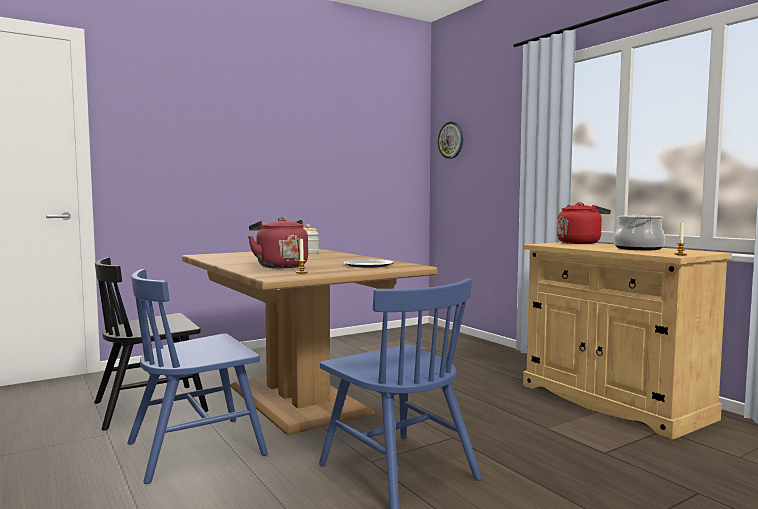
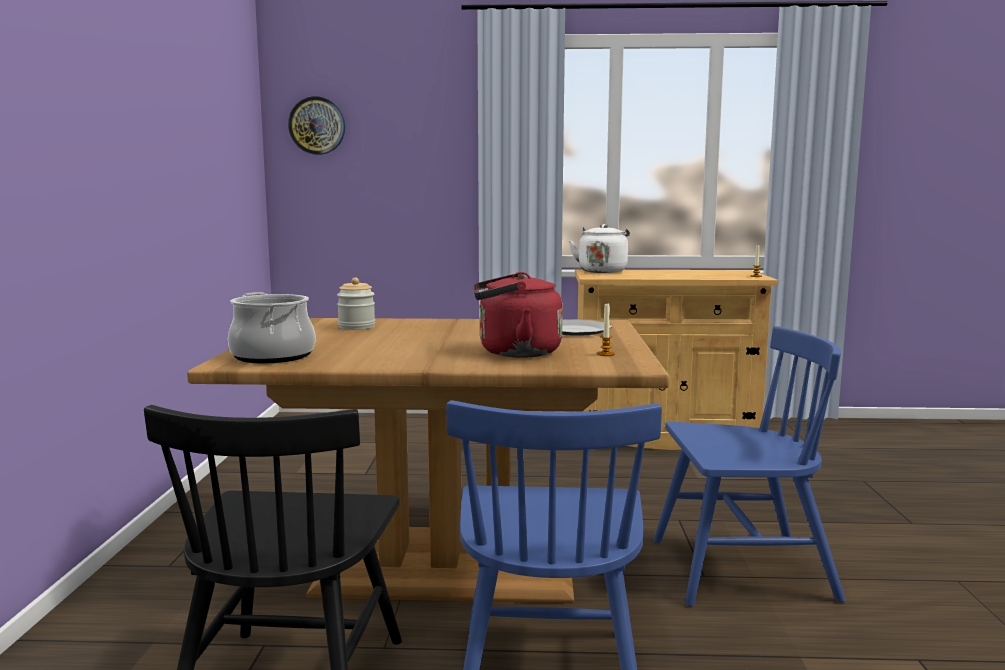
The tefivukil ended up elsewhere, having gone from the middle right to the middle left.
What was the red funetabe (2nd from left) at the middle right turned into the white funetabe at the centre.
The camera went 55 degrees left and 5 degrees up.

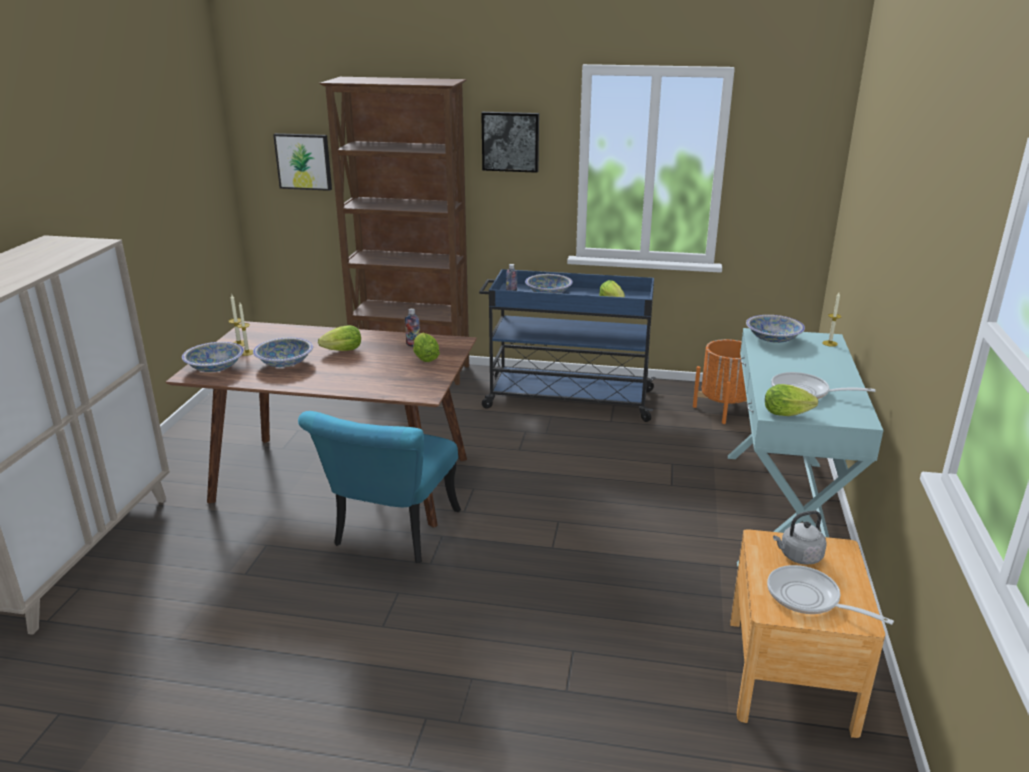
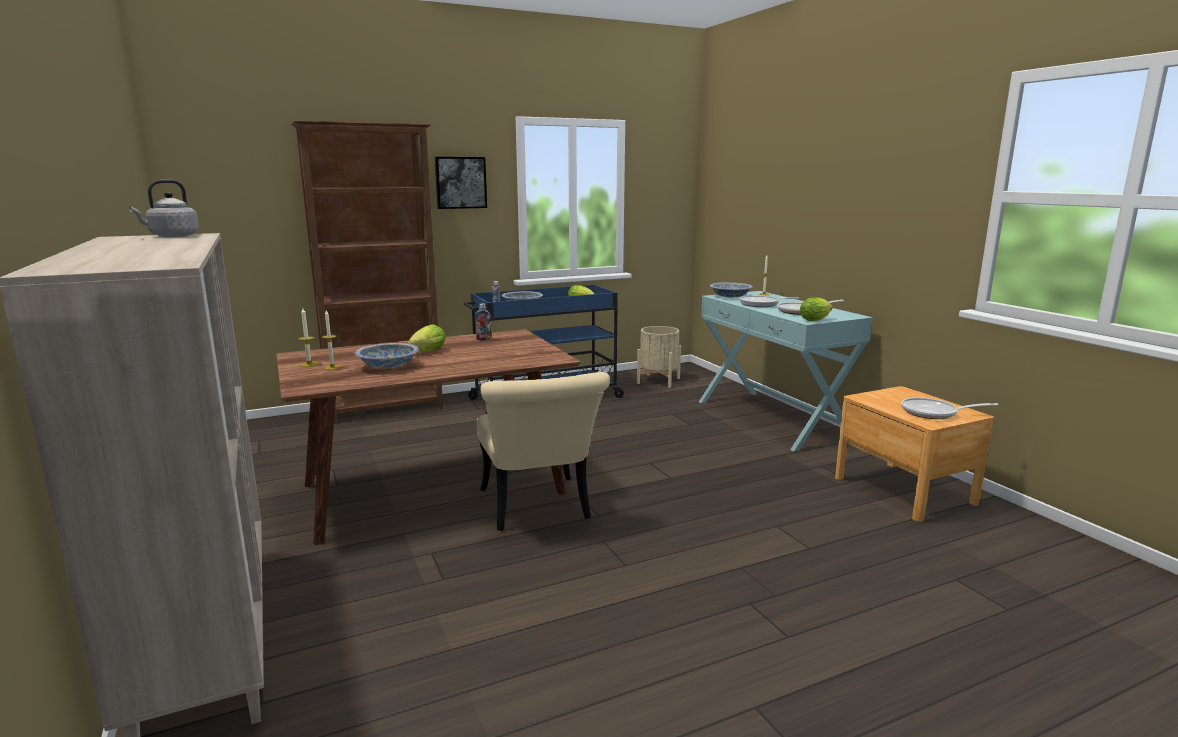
The grey funetabe ended up elsewhere, having gone from the bottom right to the top left.
What was the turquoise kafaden at the centre turned into the beige kafaden at the centre.
What was the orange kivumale at the middle right turned into the beige kivumale at the centre.
The second view gained the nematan (1st from left) at the centre.
The second view lost the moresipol (1st from left) at the middle left.
The second view lost the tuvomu (1st from left) at the top left.
The second view lost the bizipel (2nd from left) at the centre.
The camera went 35 degrees left and 10 degrees down.

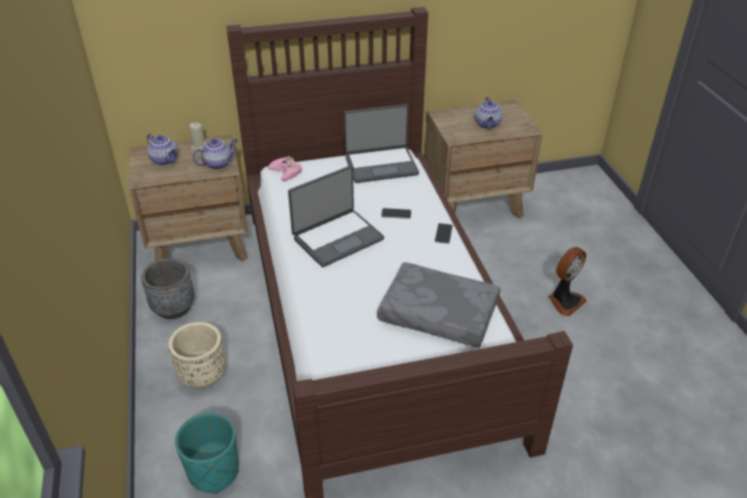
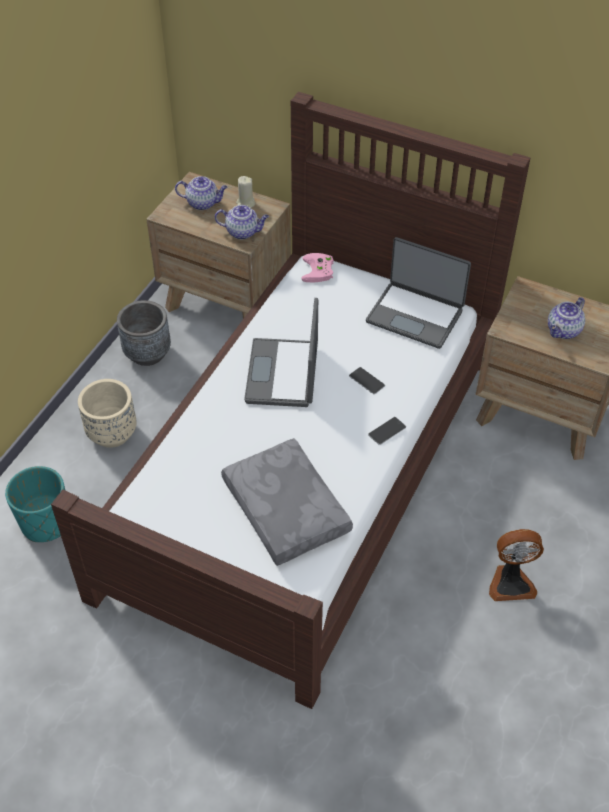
The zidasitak (1st from left) at the top left ended up facing another way, 75 degrees counterclockwise from before.
The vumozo (1st from left) at the centre ended up facing another way, 90 degrees clockwise from before.
The camera went 40 degrees right and 10 degrees up.

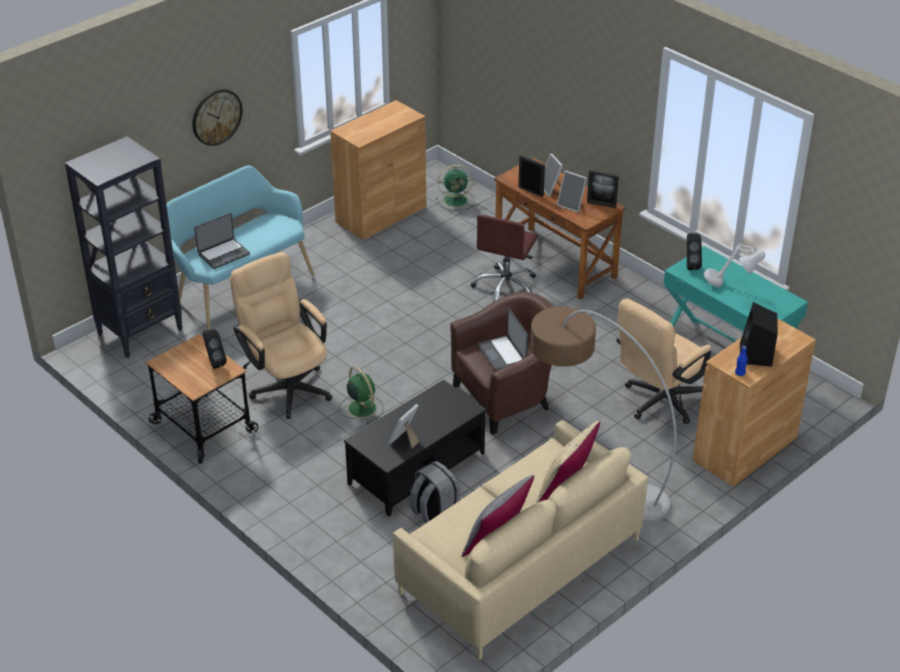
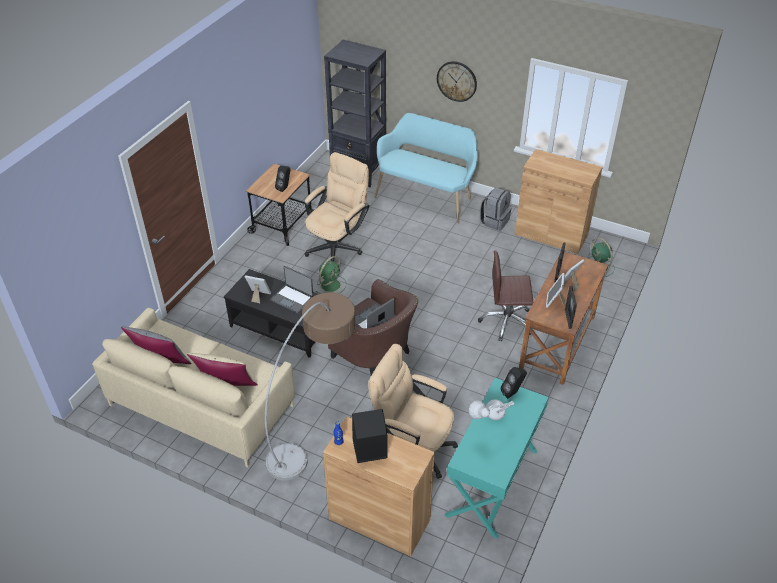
The vumozo (1st from left) ended up elsewhere, having gone from the middle left to the centre.
The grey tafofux ended up elsewhere, having gone from the bottom centre to the centre.
The camera went 70 degrees right and 5 degrees up.

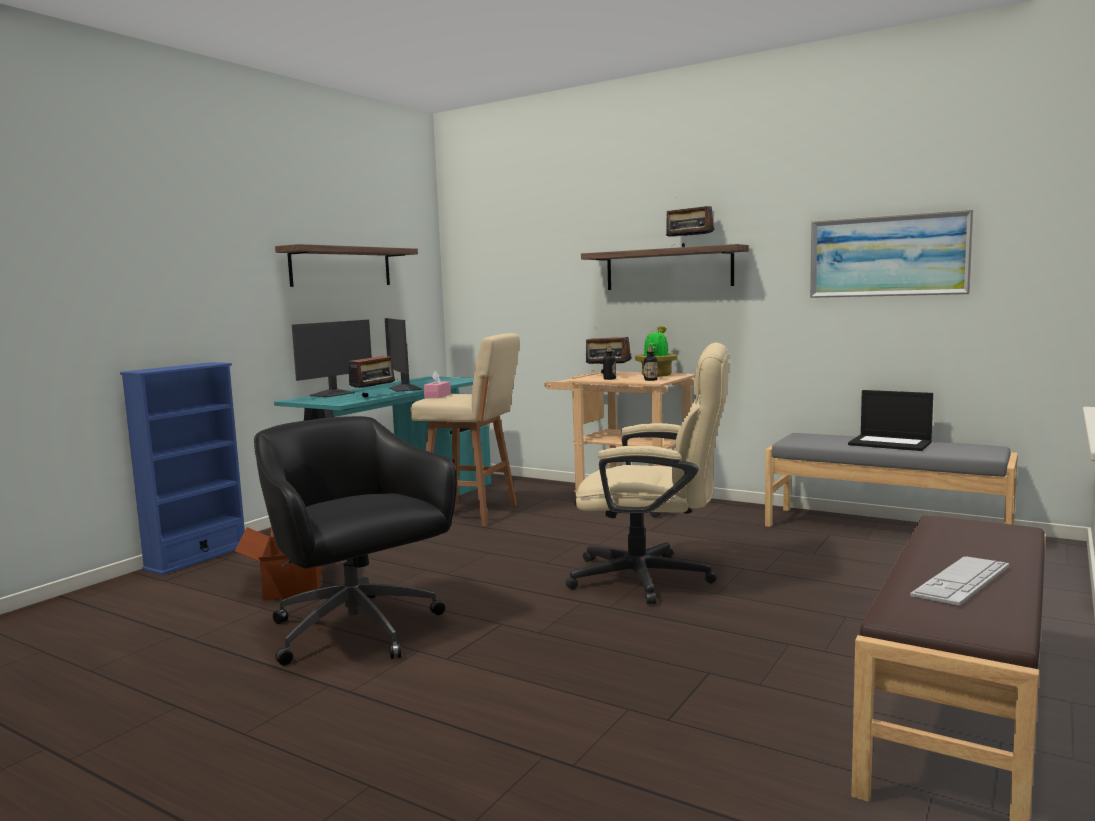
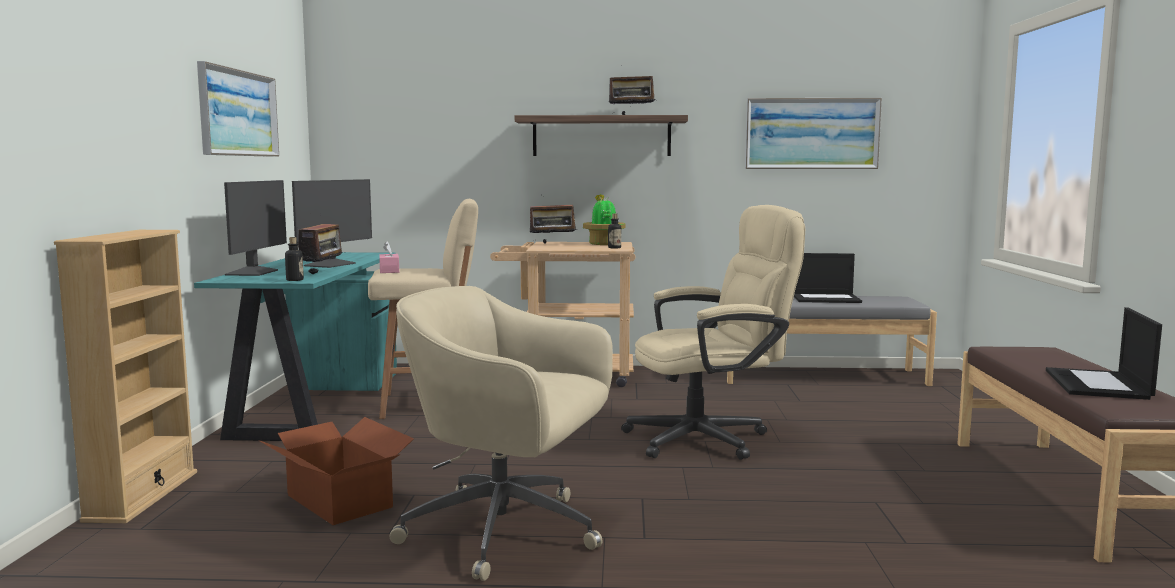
What was the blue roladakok at the middle left turned into the beige roladakok at the middle left.
Where the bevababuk (1st from left) hung at the top left, the tuvomu (1st from left) came to hang at the top left.
The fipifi (1st from left) ended up elsewhere, having gone from the centre to the middle left.
The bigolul (2nd from left) at the centre ended up facing another way, 105 degrees counterclockwise from before.
What was the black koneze at the middle left turned into the beige koneze (1st from left) at the bottom centre.
Where the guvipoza stood at the bottom right, the vumozo (2nd from left) came to stand at the middle right.
The camera went 30 degrees left and 0 degrees up.

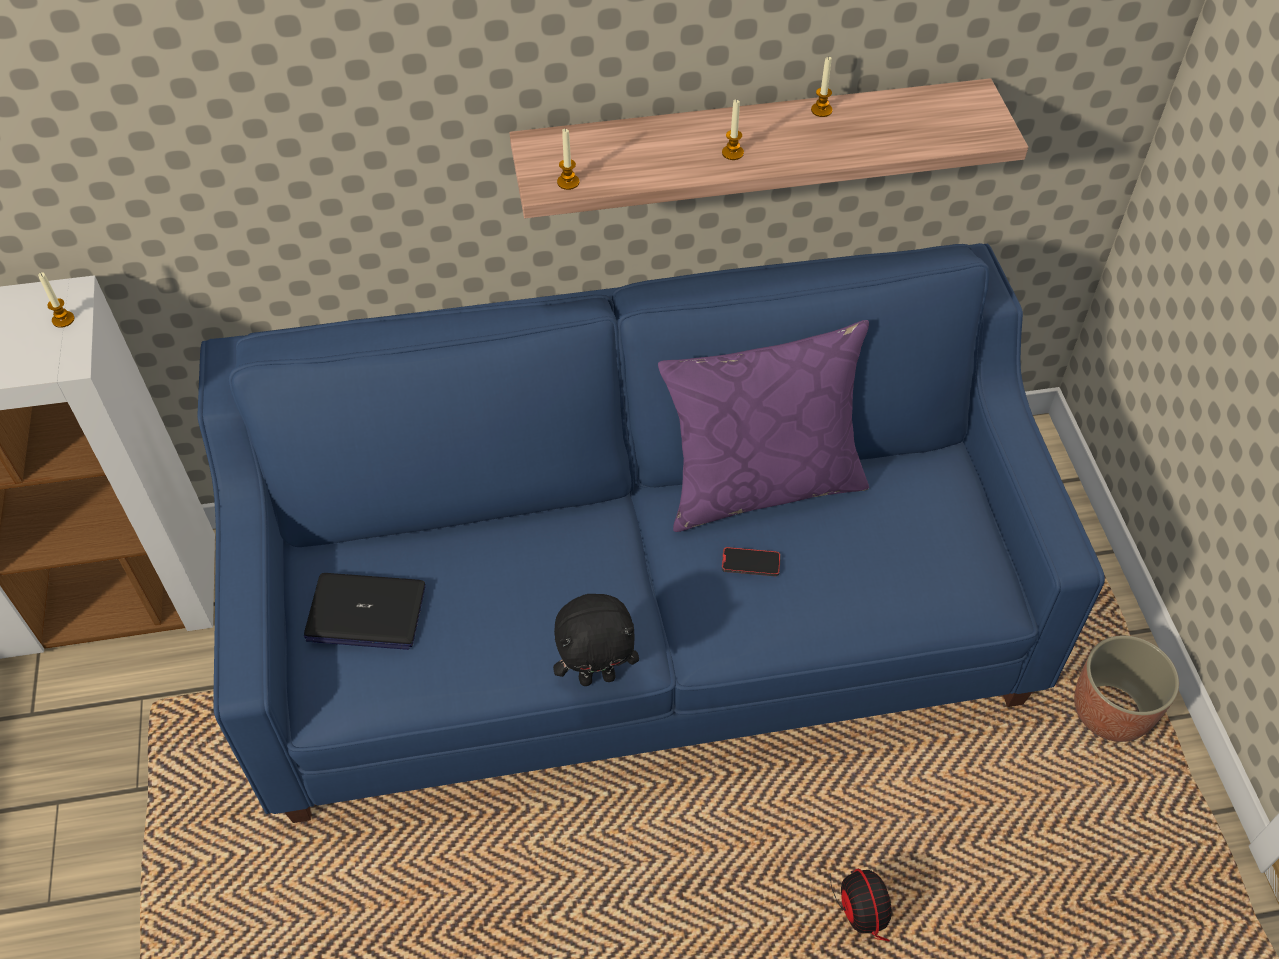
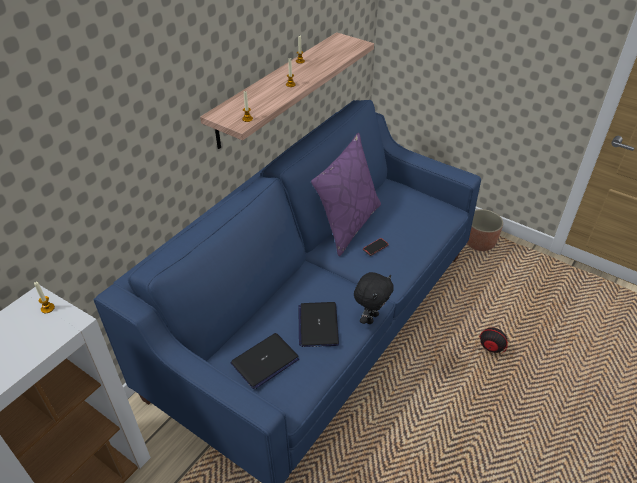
The second view gained the vumozo (2nd from left) at the bottom centre.
The camera went 45 degrees left and 10 degrees down.

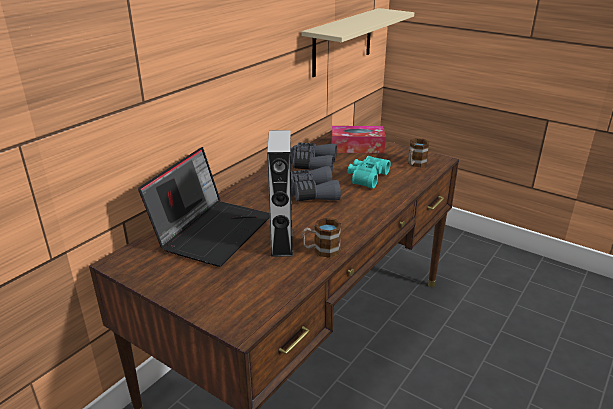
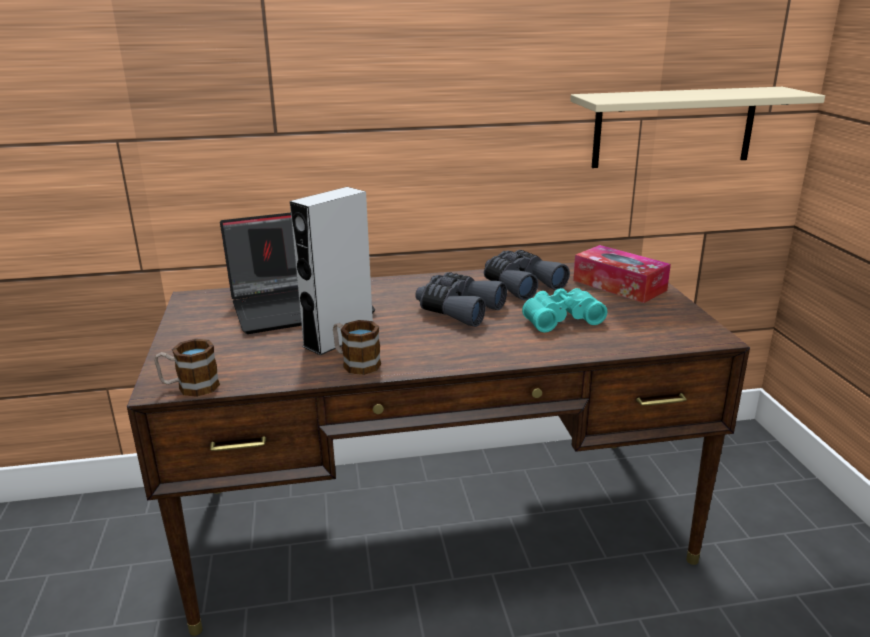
The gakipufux (2nd from left in the first image) ended up elsewhere, having gone from the middle right to the middle left.
The camera went 45 degrees right and 5 degrees down.

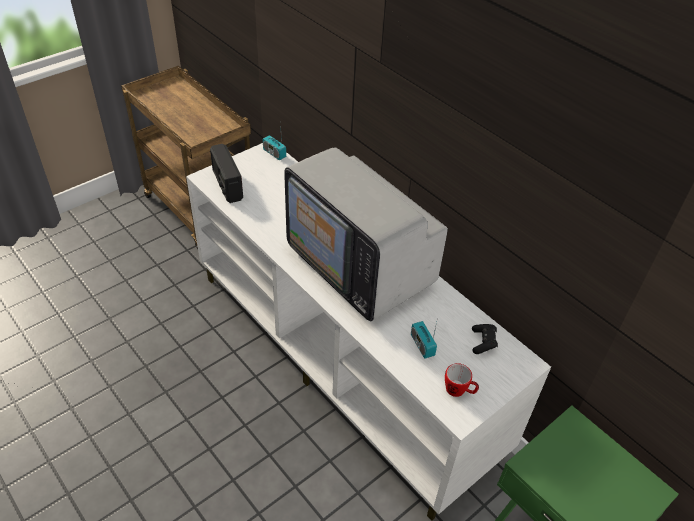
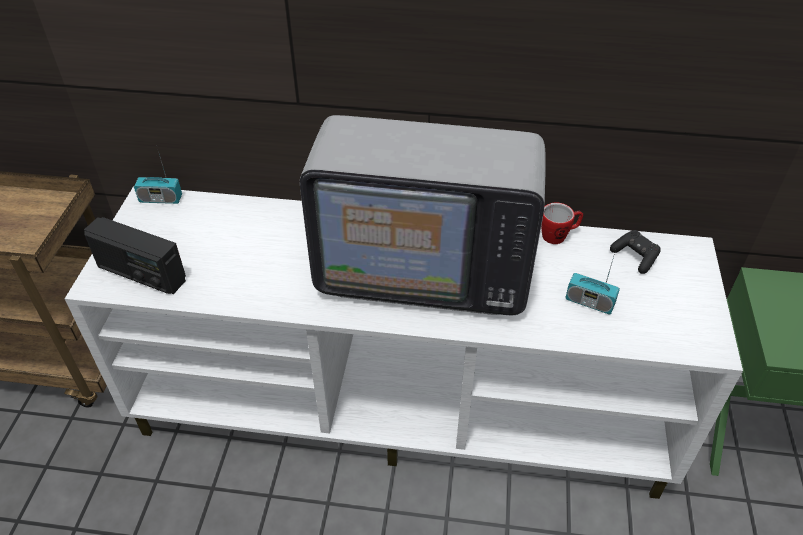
The gakipufux ended up elsewhere, having gone from the bottom centre to the middle right.
The camera went 40 degrees left and 0 degrees up.

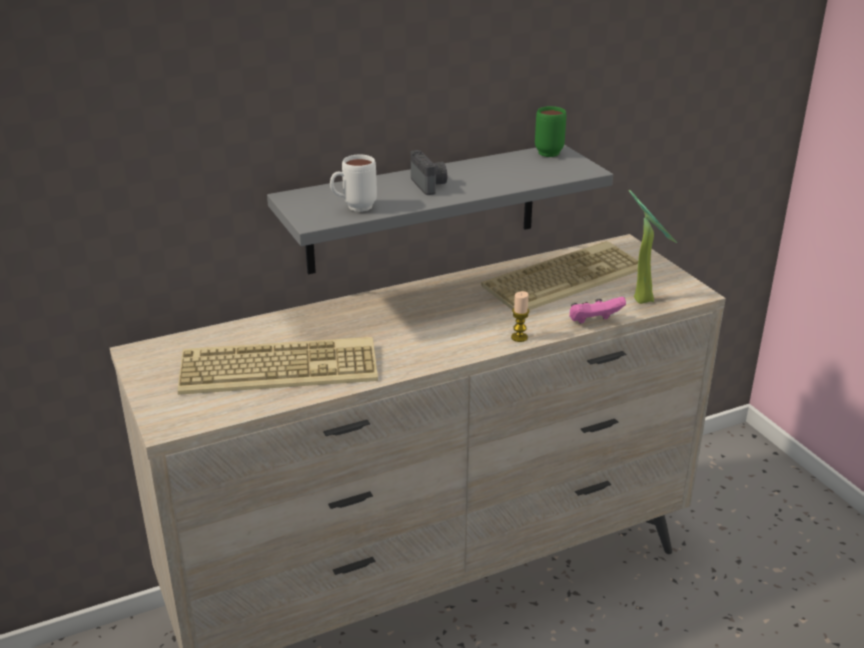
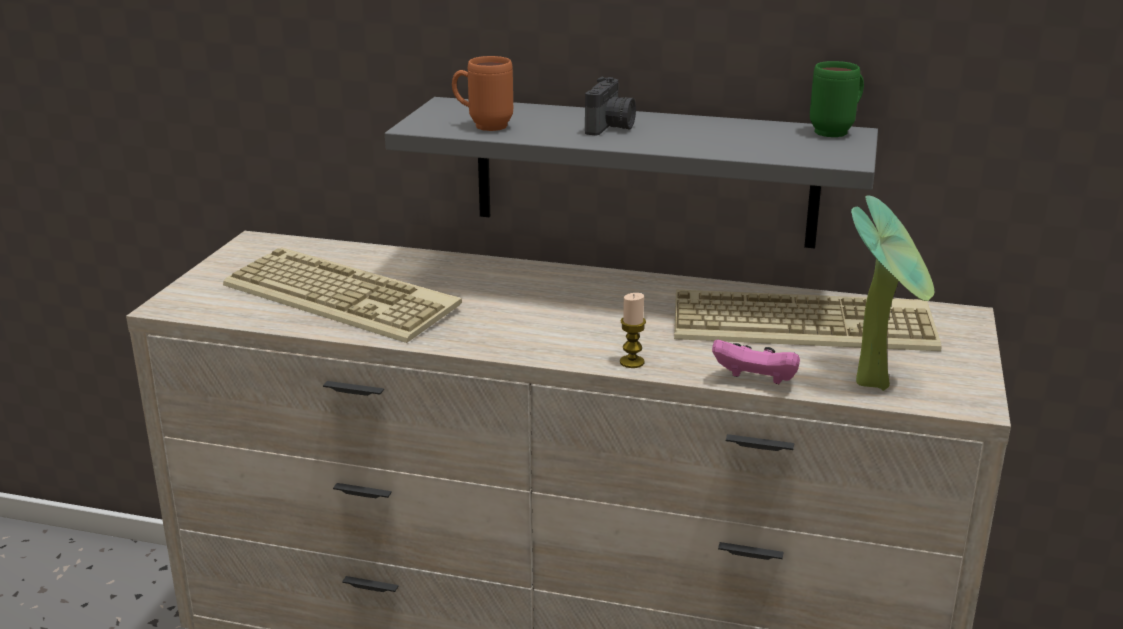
What was the white gakipufux at the top centre turned into the orange gakipufux at the top centre.
The camera went 40 degrees right and 5 degrees down.

